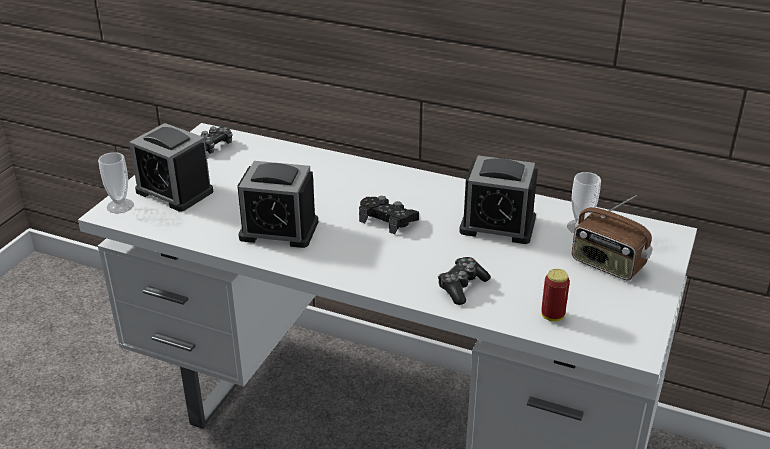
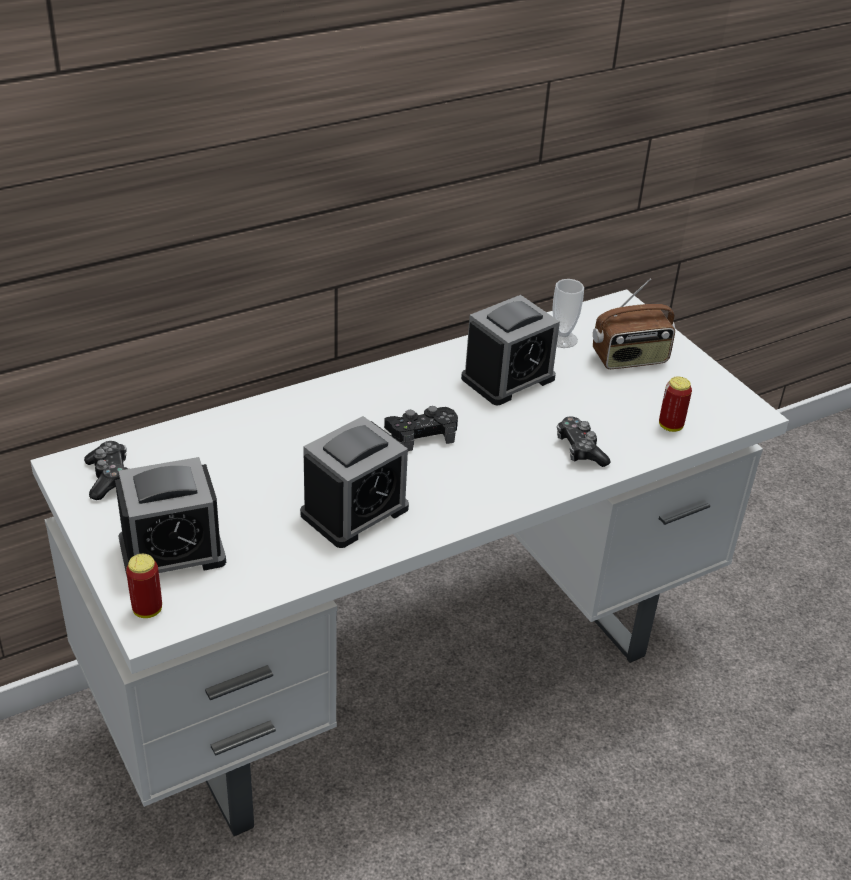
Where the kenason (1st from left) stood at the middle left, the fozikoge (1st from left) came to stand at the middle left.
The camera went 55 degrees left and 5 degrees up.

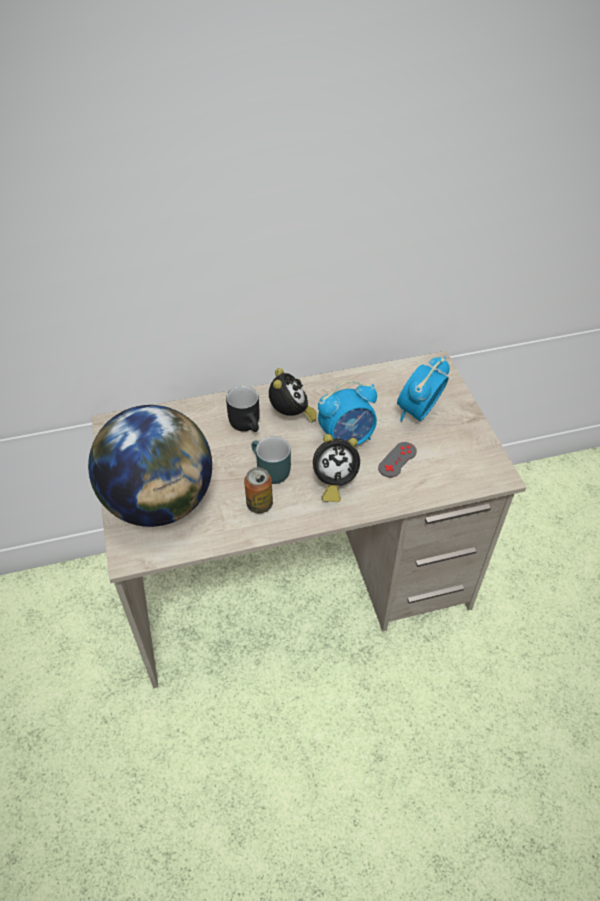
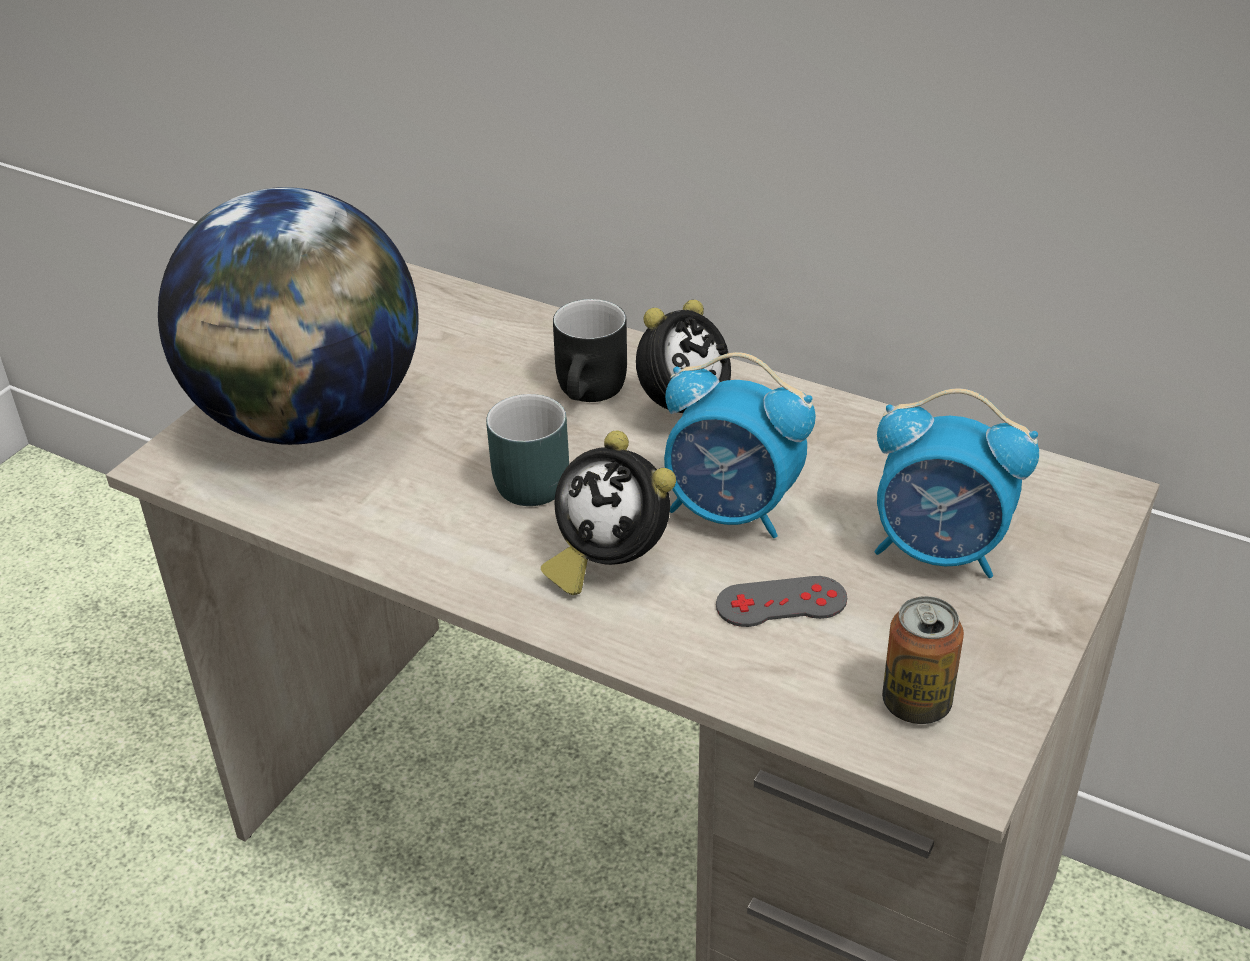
The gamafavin (4th from left) at the middle right ended up facing another way, 150 degrees counterclockwise from before.
The fozikoge ended up elsewhere, having gone from the centre to the bottom right.
The camera went 45 degrees right and 10 degrees down.

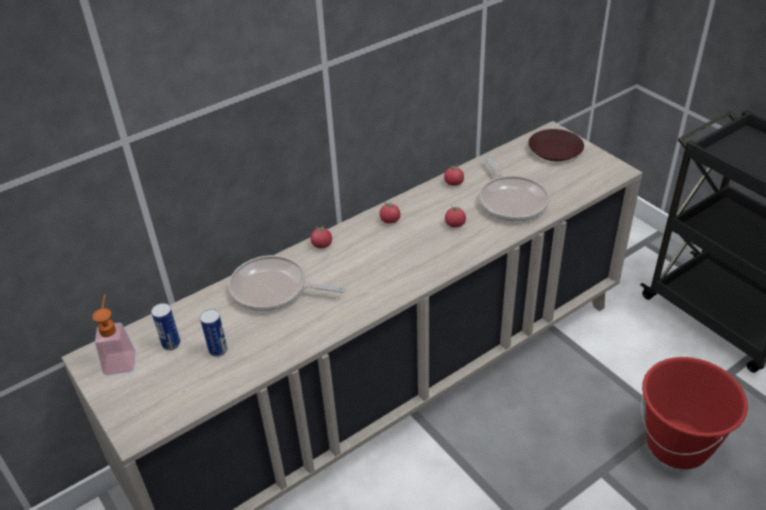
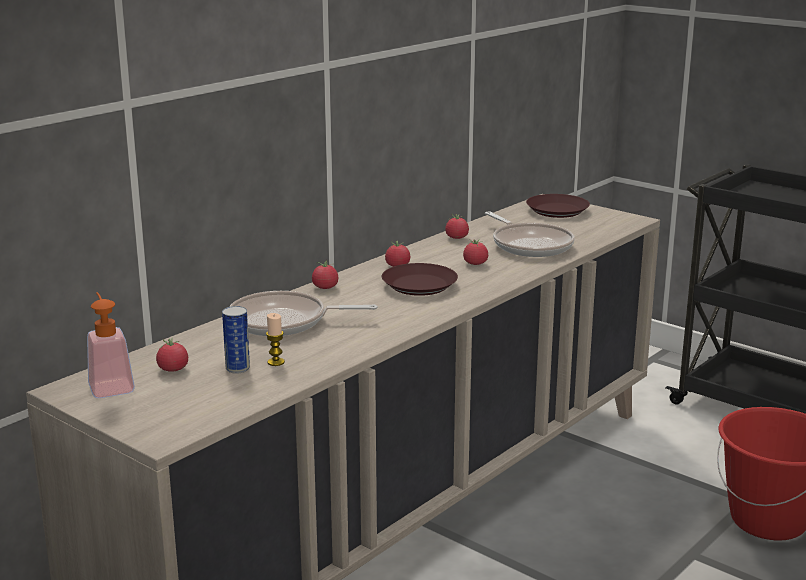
Where the fozikoge (1st from left) stood at the middle left, the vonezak (1st from left) came to stand at the middle left.
The second view gained the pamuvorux at the centre.
The second view gained the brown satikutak (1st from left) at the centre.
The camera went 15 degrees left and 20 degrees down.

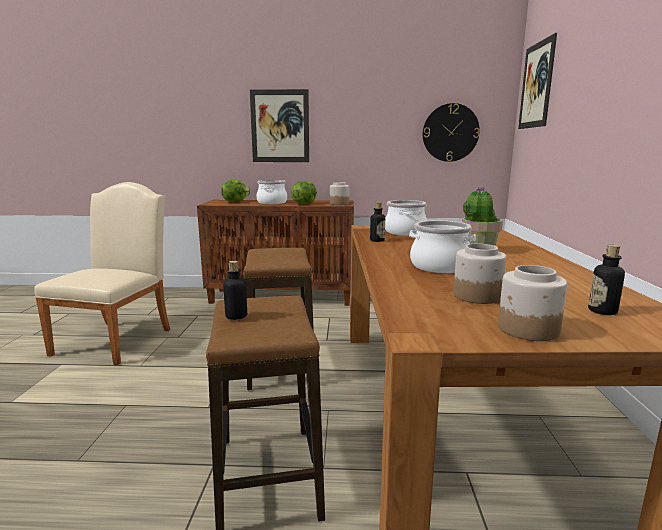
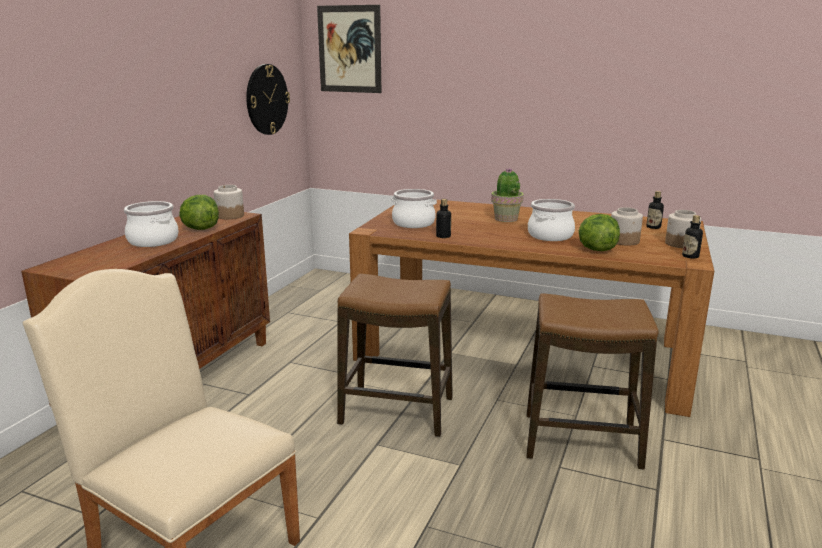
The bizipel (1st from left in the first image) ended up elsewhere, having gone from the centre to the middle right.
The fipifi (1st from left in the first image) ended up elsewhere, having gone from the centre to the middle right.
The second view lost the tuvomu (1st from left) at the top centre.
The camera went 70 degrees left and 5 degrees up.

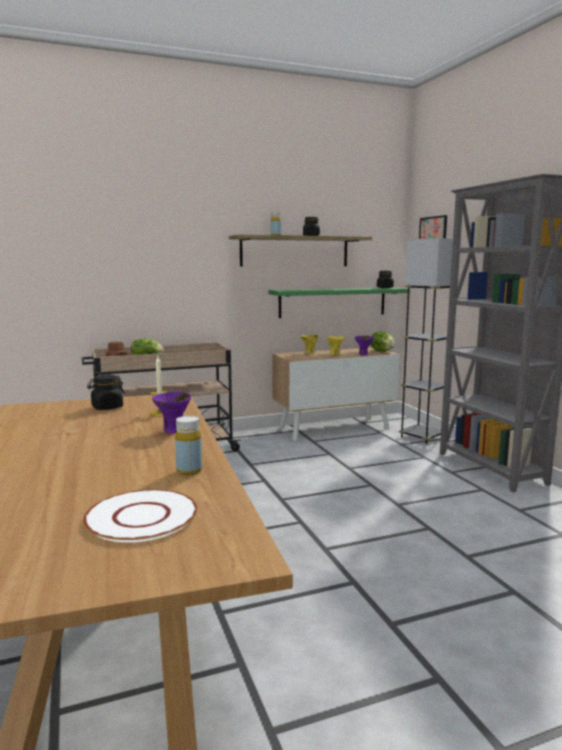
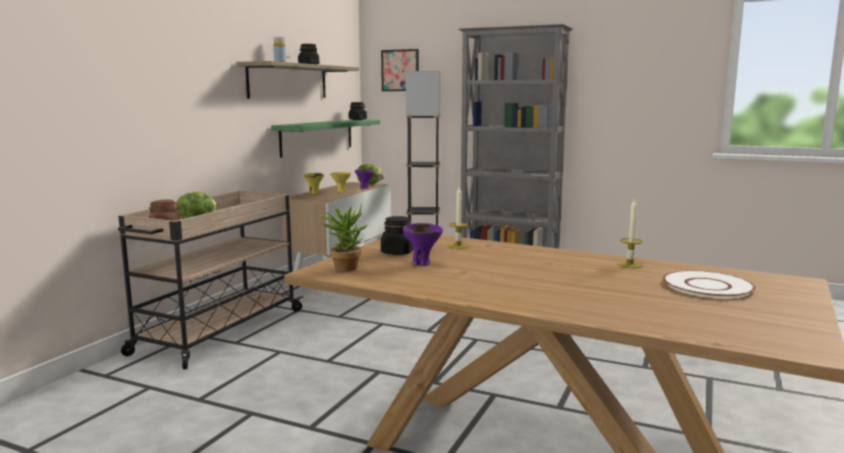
The second view gained the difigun at the centre.
The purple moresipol (1st from left in the first image) ended up elsewhere, having gone from the middle left to the centre.
Where the yellow fipifi (1st from left) stood at the centre, the pamuvorux (2nd from left) came to stand at the middle right.
The camera went 45 degrees left and 0 degrees up.

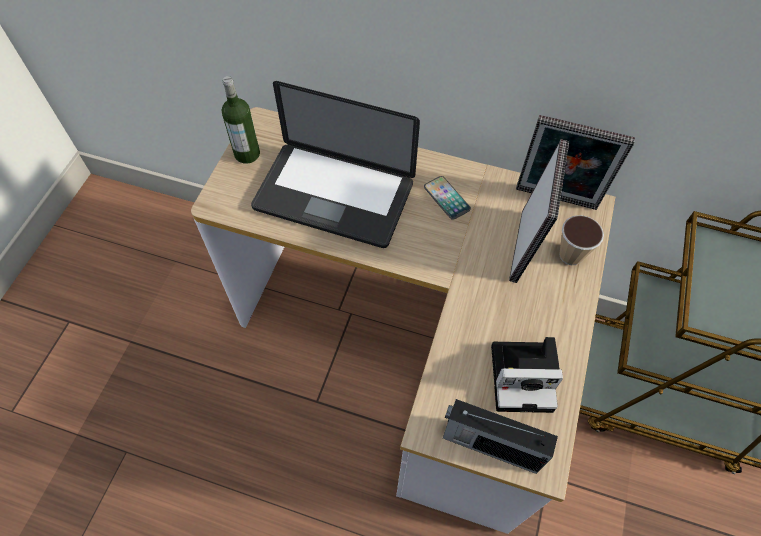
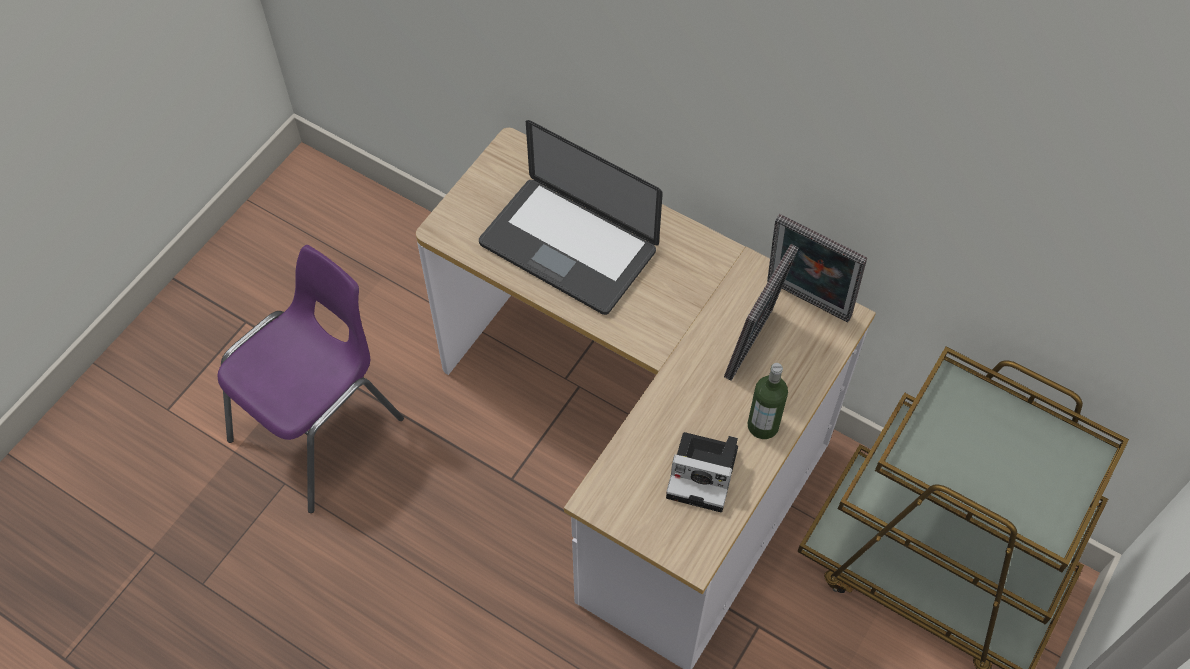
The second view gained the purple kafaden at the middle left.
The fipifi ended up elsewhere, having gone from the top left to the centre.
The second view lost the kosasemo at the centre.
The second view lost the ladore at the bottom centre.
The second view lost the kenason at the middle right.
The camera went 15 degrees right and 0 degrees up.

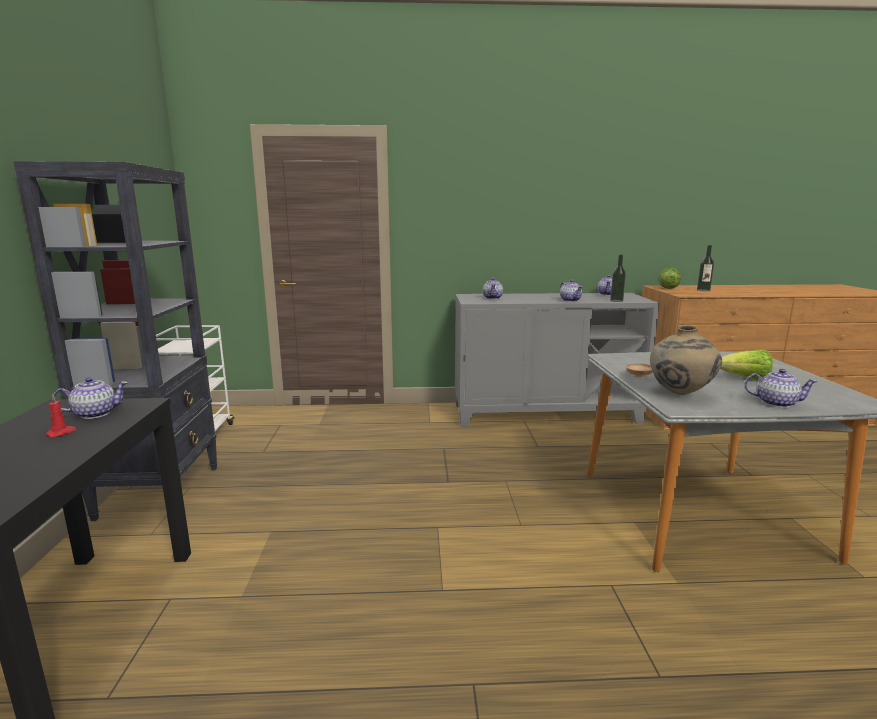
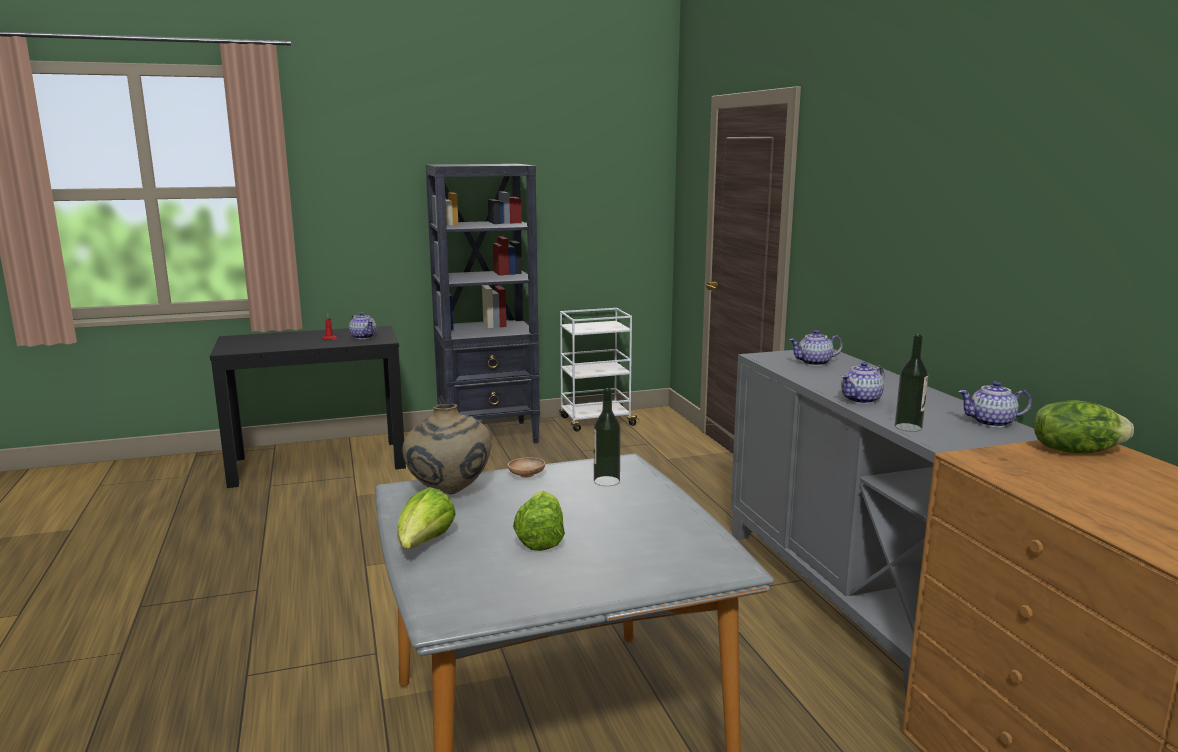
Where the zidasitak (5th from left) stood at the middle right, the bizipel (1st from left) came to stand at the bottom centre.
The fipifi (2nd from left in the first image) ended up elsewhere, having gone from the middle right to the centre.
The camera went 75 degrees right and 0 degrees up.

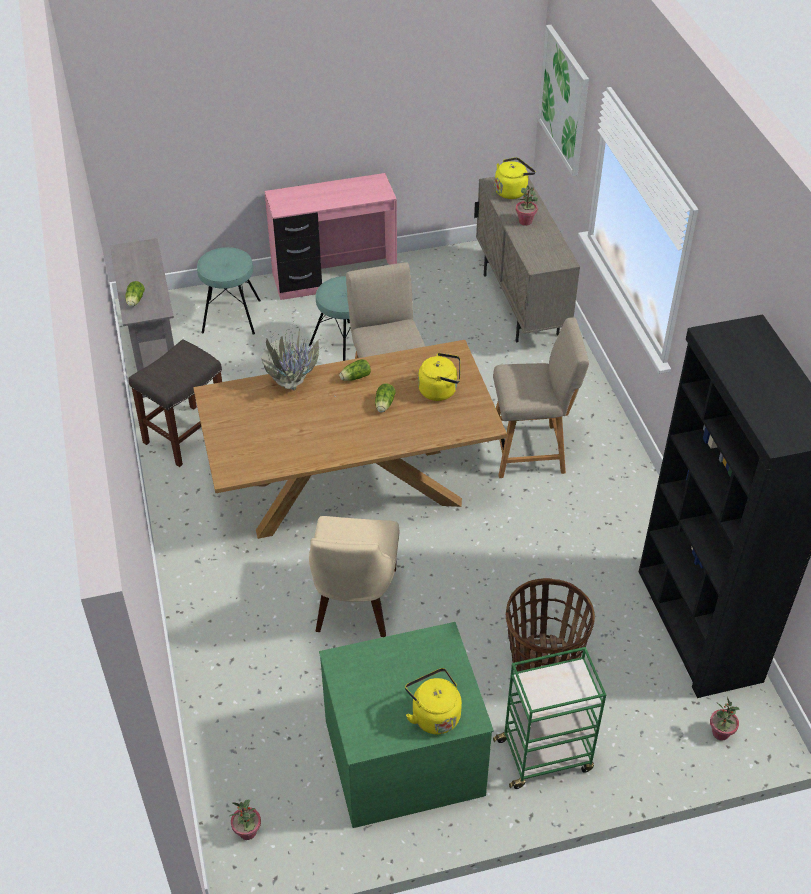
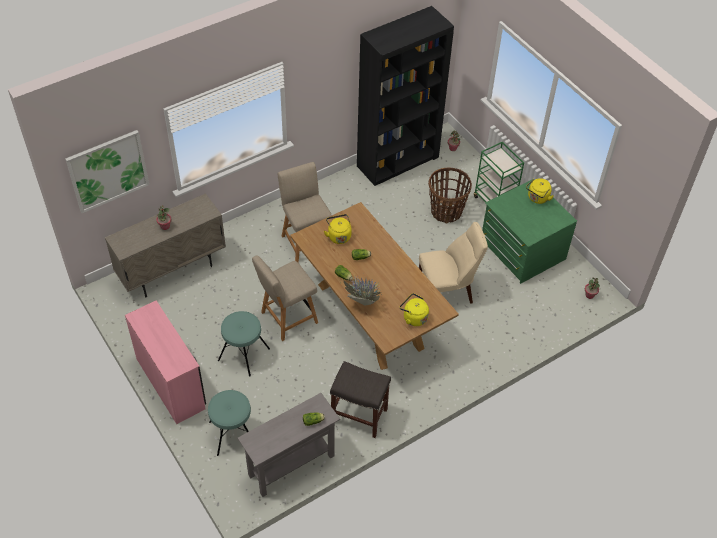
The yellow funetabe (3rd from left in the first image) ended up elsewhere, having gone from the top centre to the centre.
The camera went 110 degrees left and 5 degrees up.

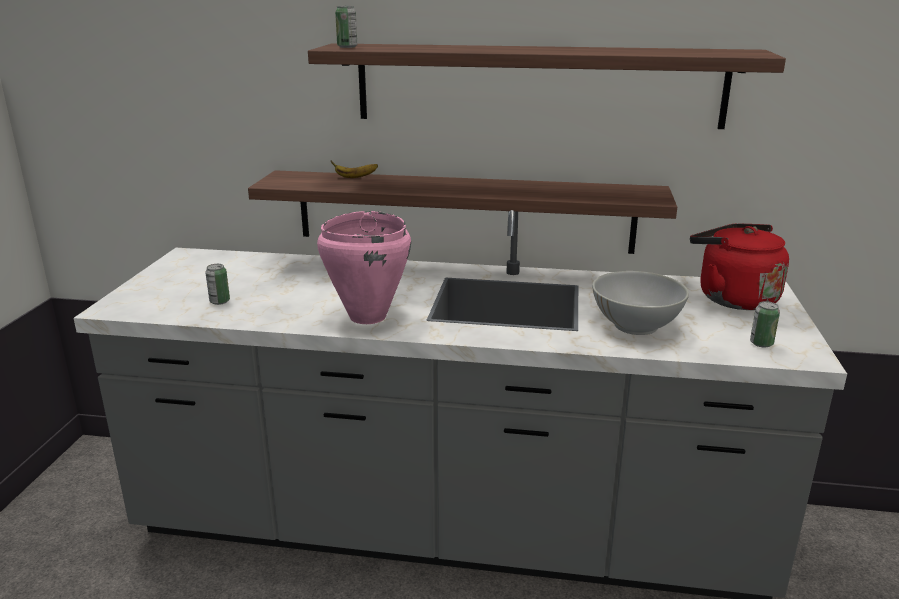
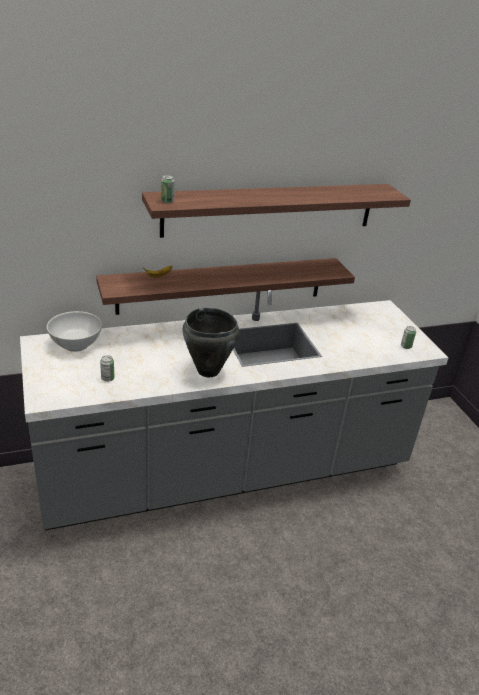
The white moresipol ended up elsewhere, having gone from the middle right to the middle left.
What was the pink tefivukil at the centre turned into the black tefivukil at the centre.
The second view lost the red funetabe at the middle right.
The camera went 30 degrees left and 10 degrees up.

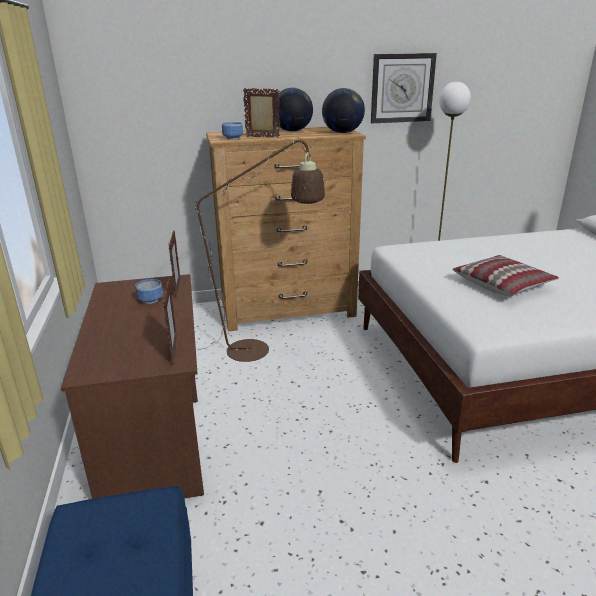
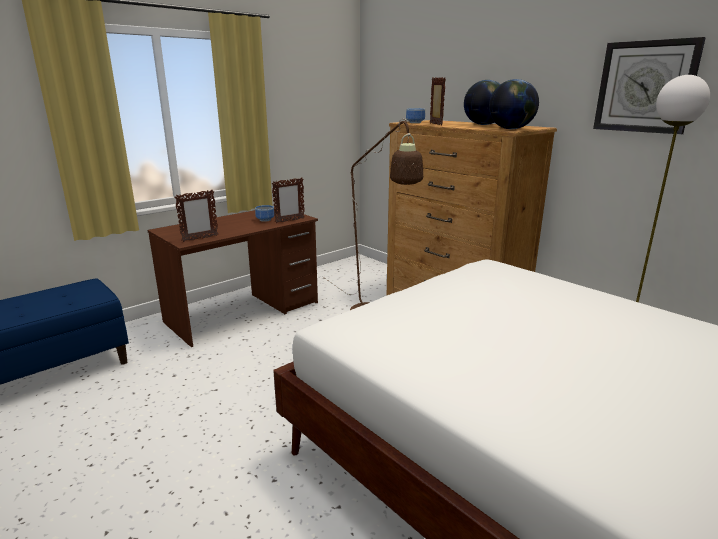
The second view lost the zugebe at the middle right.
The camera went 60 degrees right and 5 degrees down.

